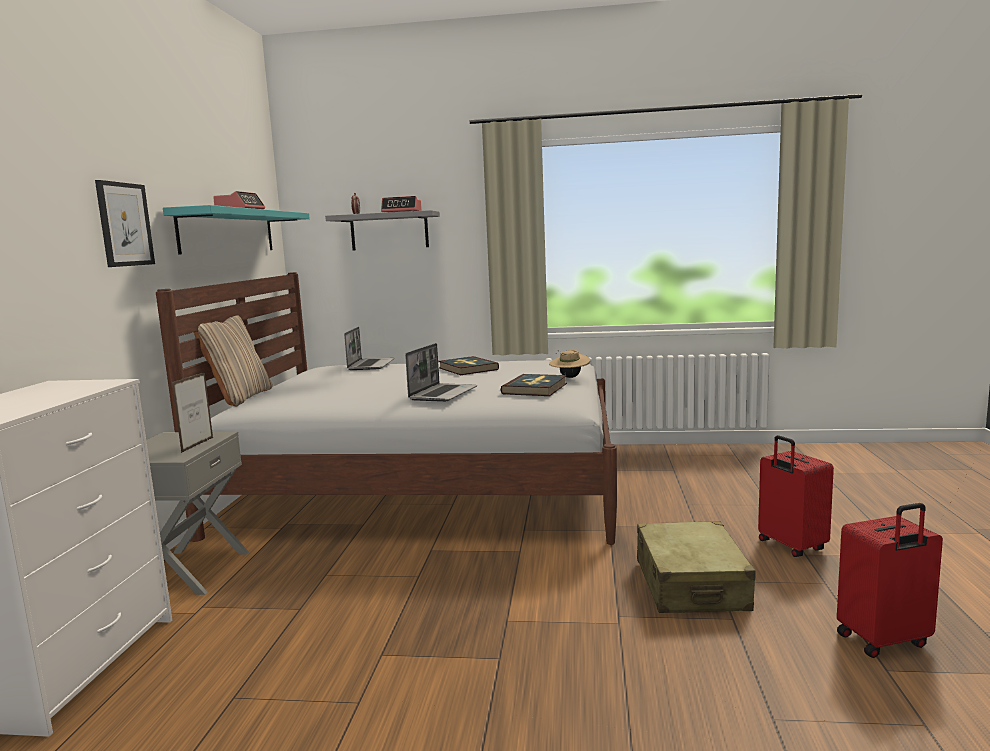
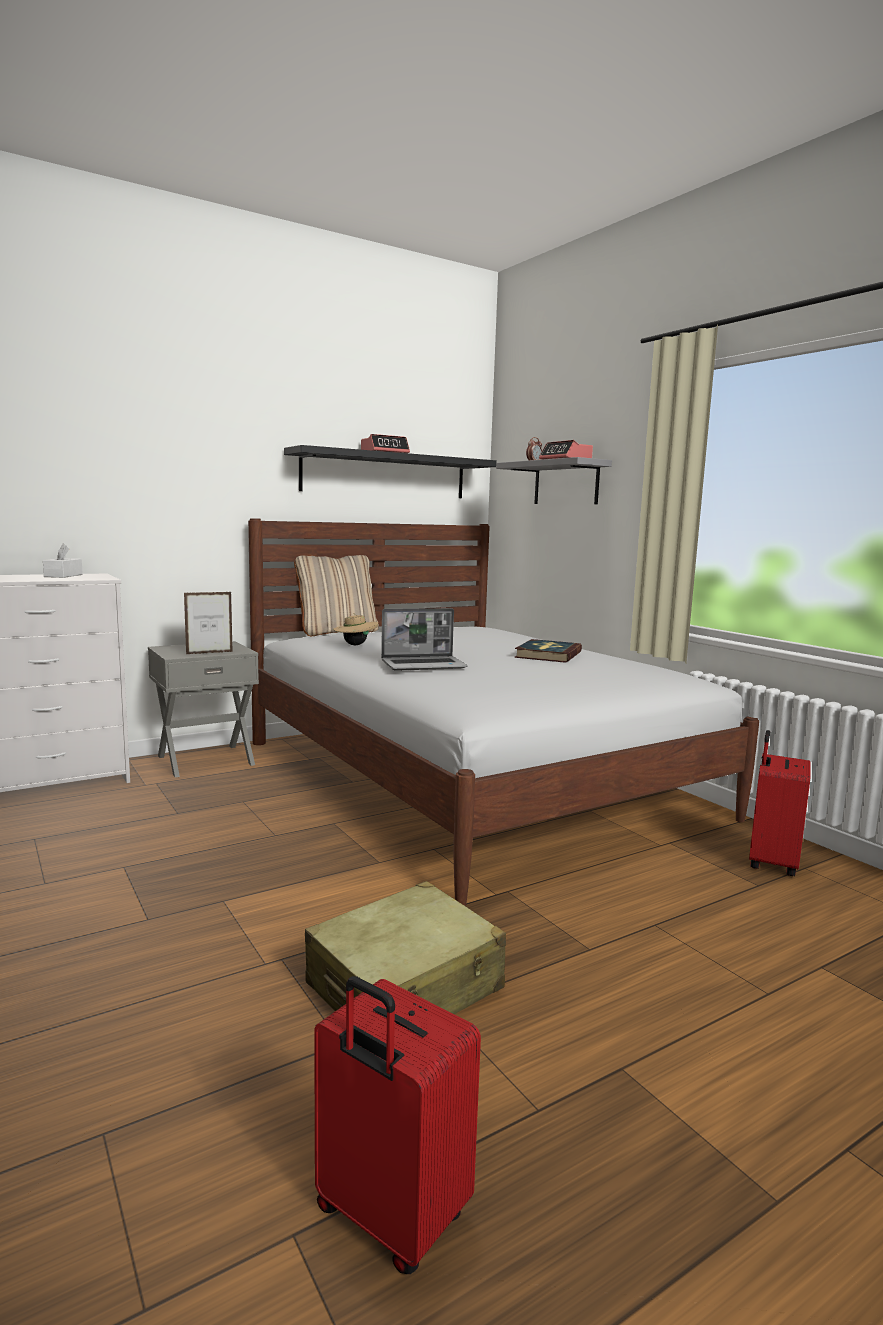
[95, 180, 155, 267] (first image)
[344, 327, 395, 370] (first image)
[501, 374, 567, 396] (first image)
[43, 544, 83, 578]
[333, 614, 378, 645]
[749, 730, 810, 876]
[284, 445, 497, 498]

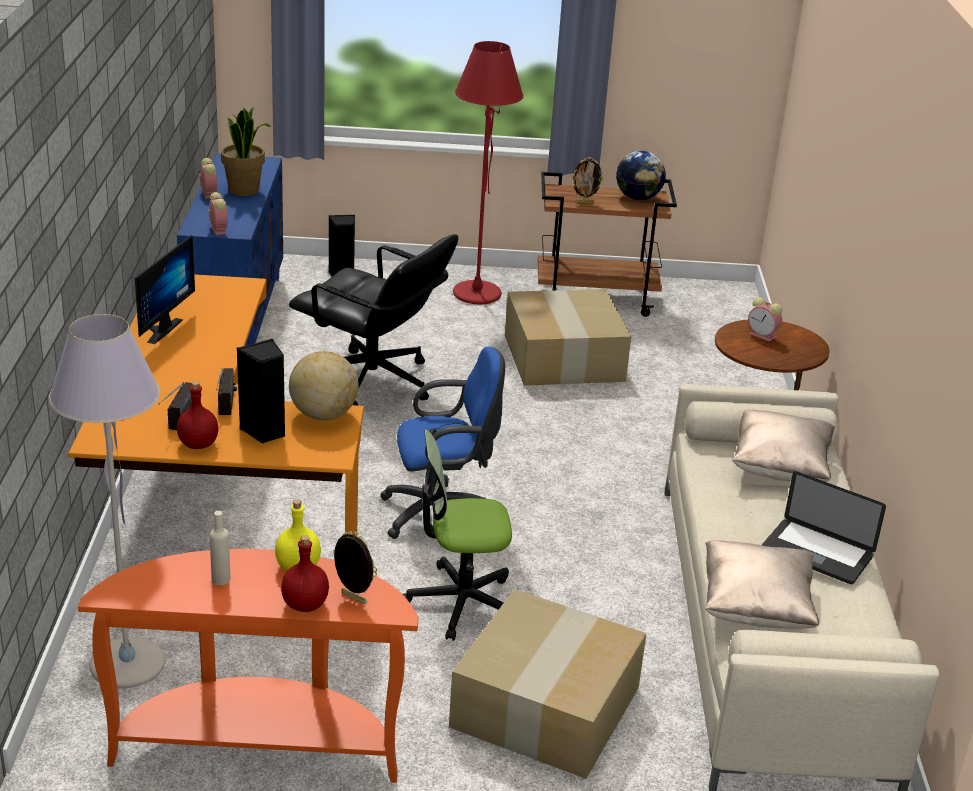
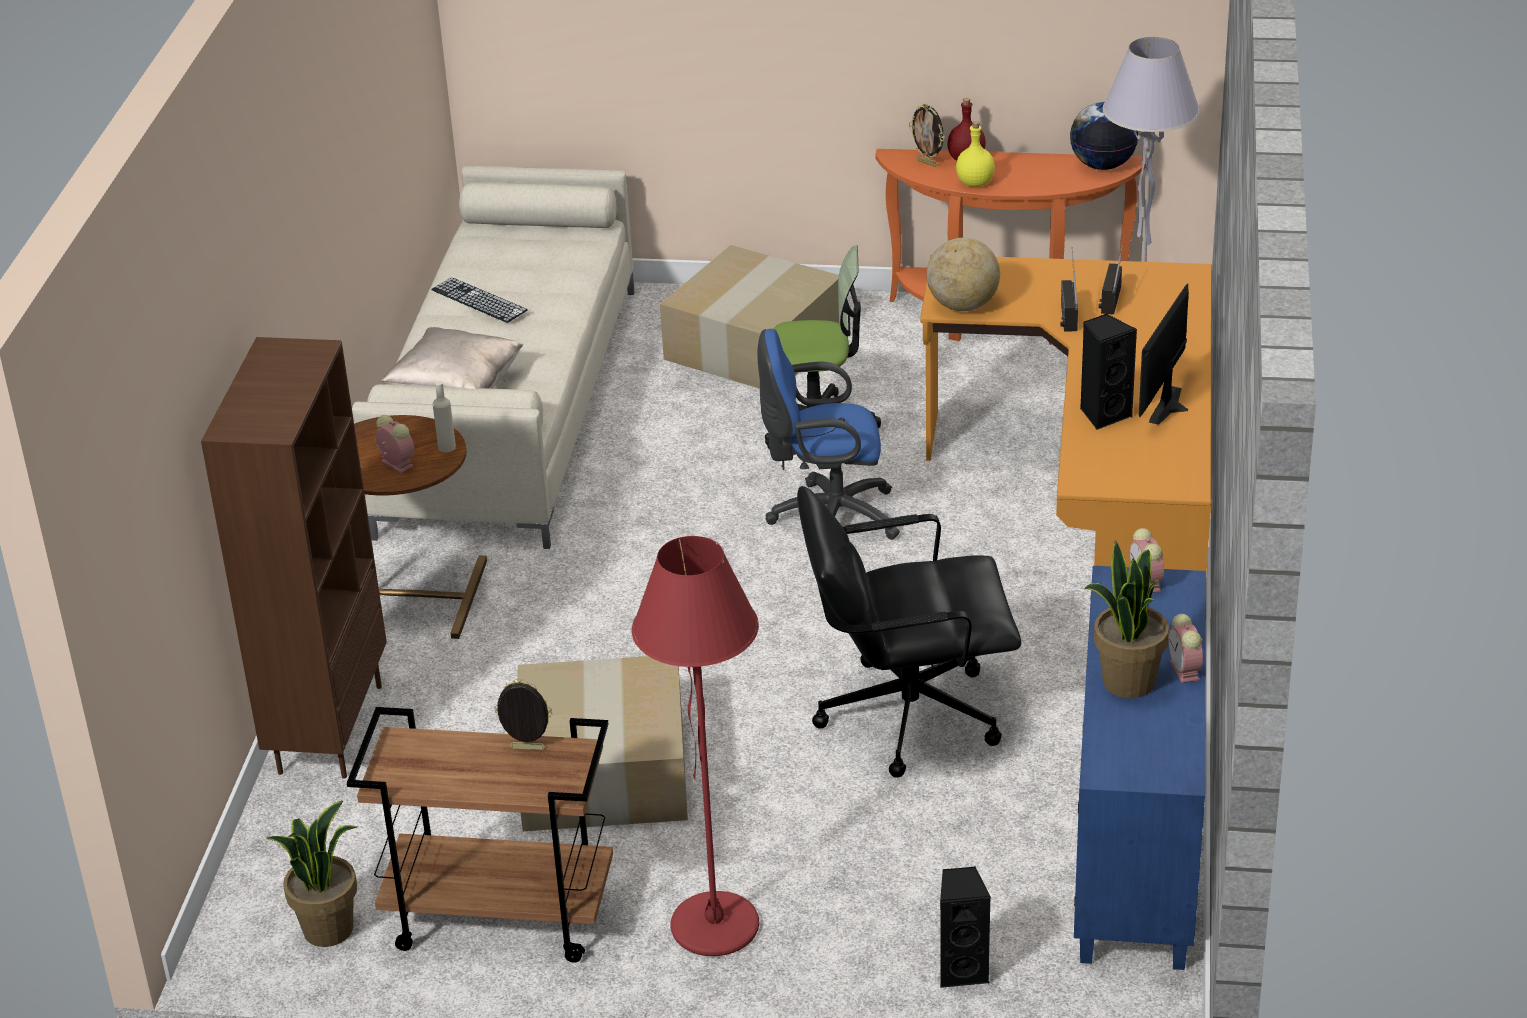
[177, 381, 219, 449] (first image)
[705, 540, 819, 629] (first image)
[201, 337, 387, 779]
[266, 801, 357, 947]
[433, 381, 456, 452]
[1080, 314, 1137, 430]
[1070, 102, 1138, 170]
[431, 277, 528, 323]
[797, 486, 1021, 778]

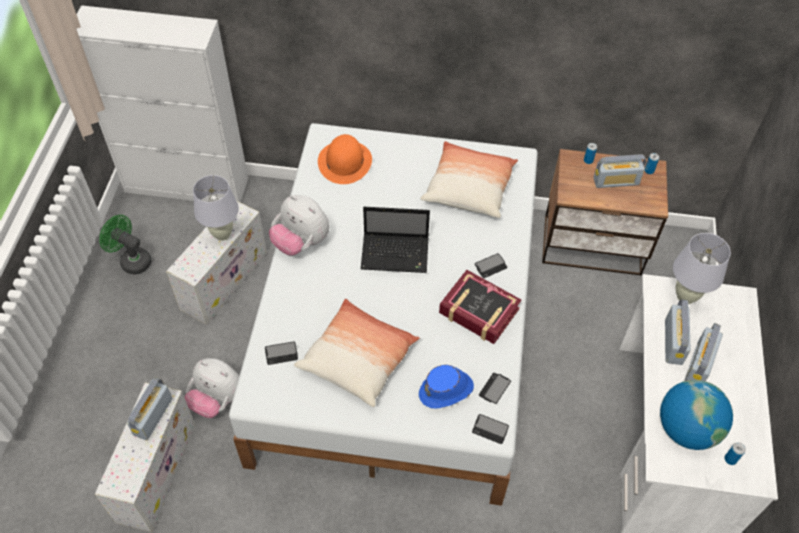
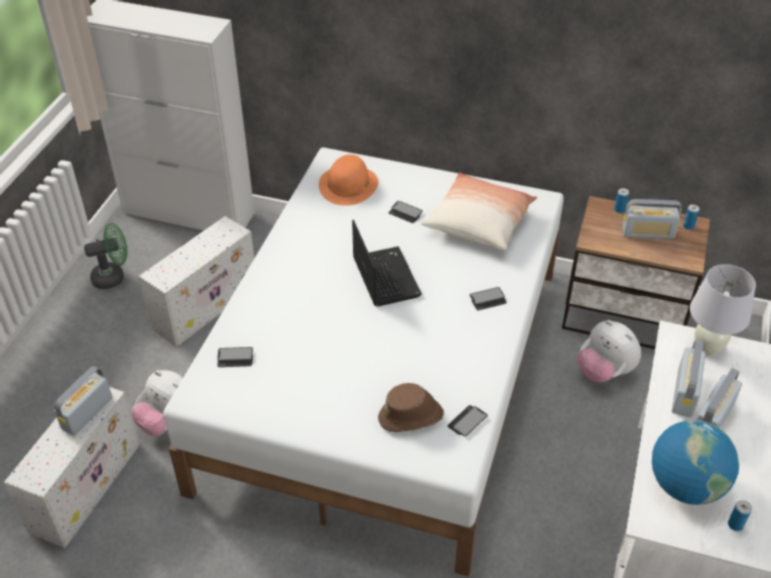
[193, 175, 239, 241] (first image)
[294, 299, 420, 407] (first image)
[439, 270, 521, 344] (first image)
[577, 320, 641, 382]
[389, 201, 423, 223]
[378, 383, 444, 432]
[84, 223, 128, 289]
[352, 220, 422, 306]

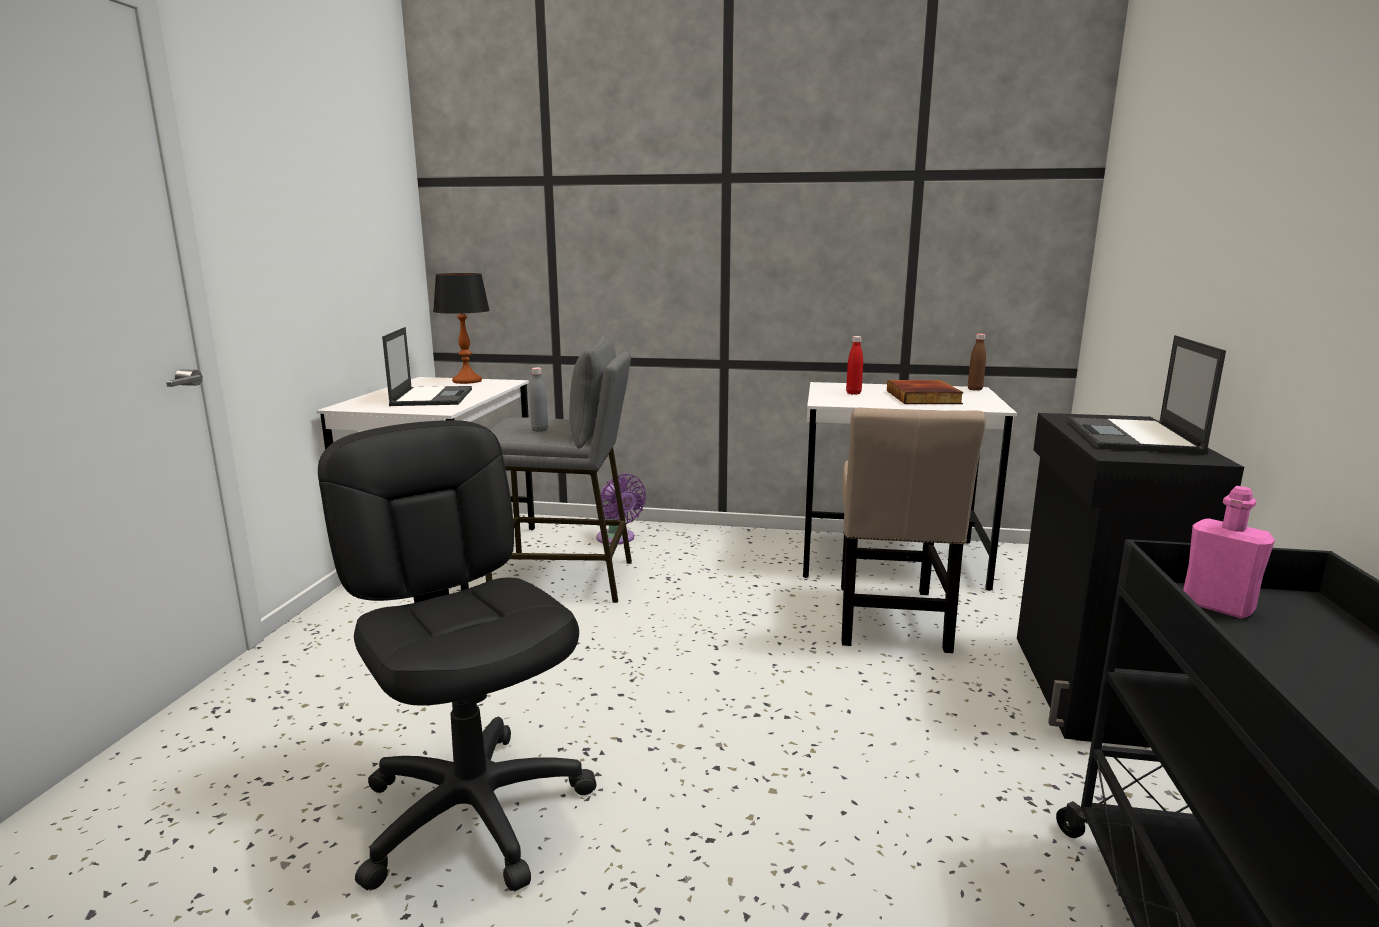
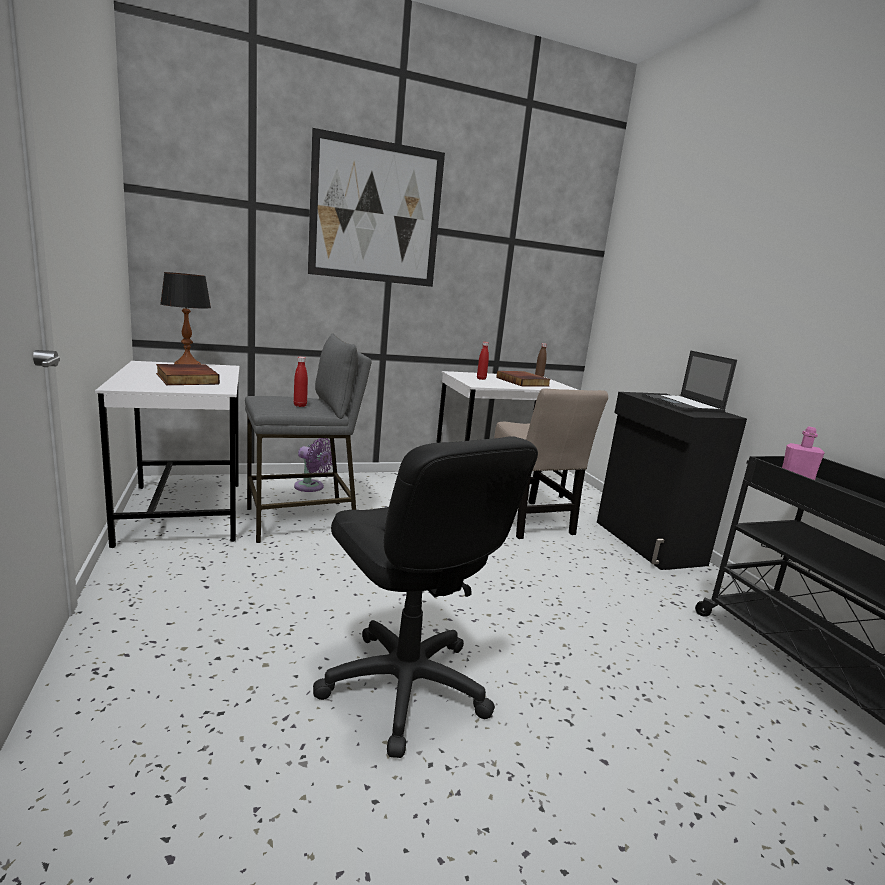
[308, 128, 445, 287]
[156, 364, 220, 385]
[294, 357, 308, 407]
[313, 436, 538, 758]

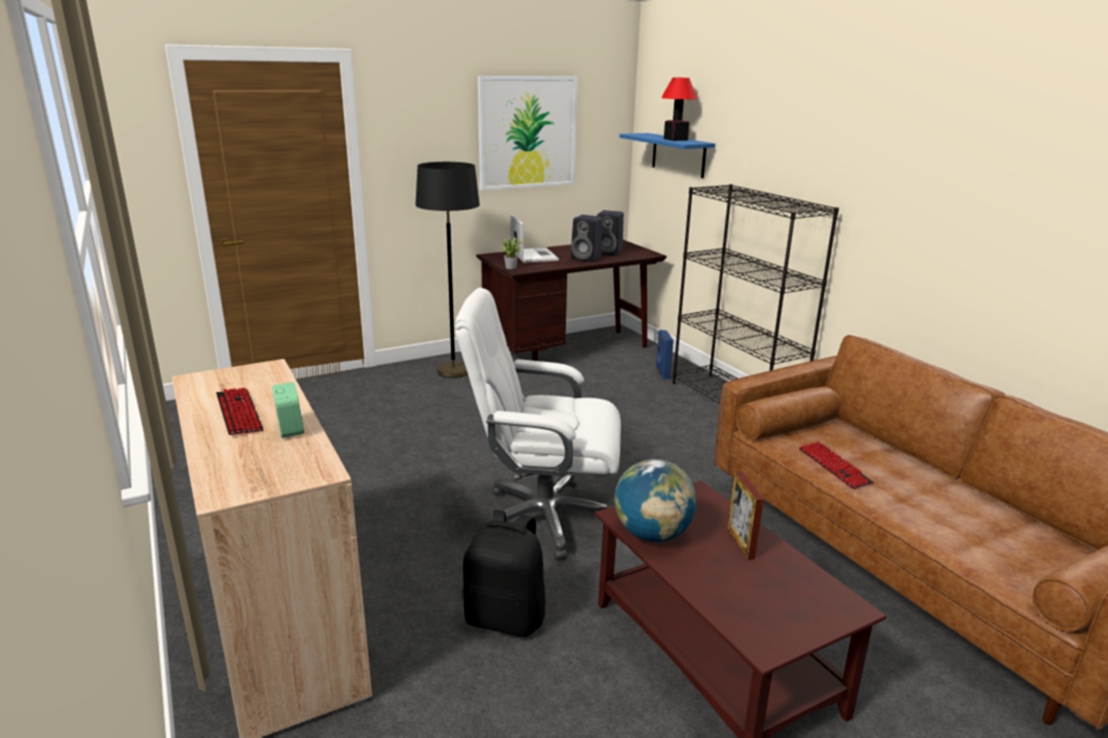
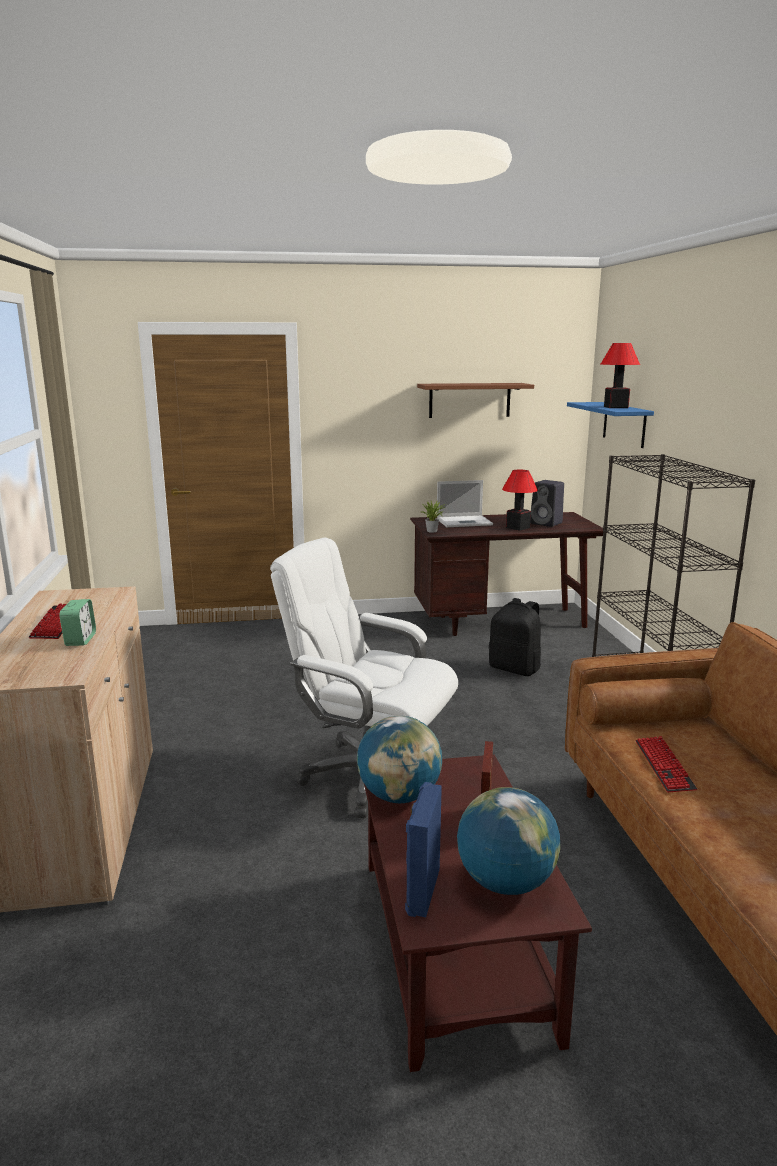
[415, 162, 480, 378] (first image)
[457, 787, 560, 895]
[489, 598, 541, 676]
[405, 782, 442, 917]
[417, 383, 534, 418]
[502, 470, 538, 531]
[437, 480, 493, 527]

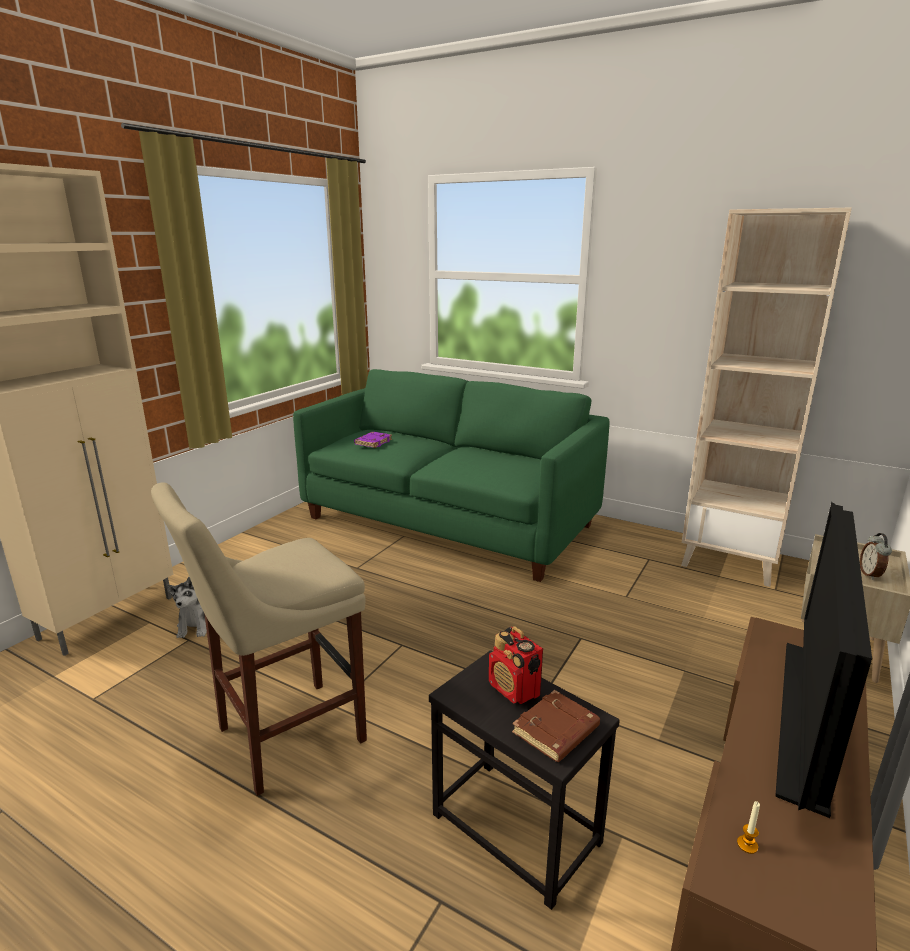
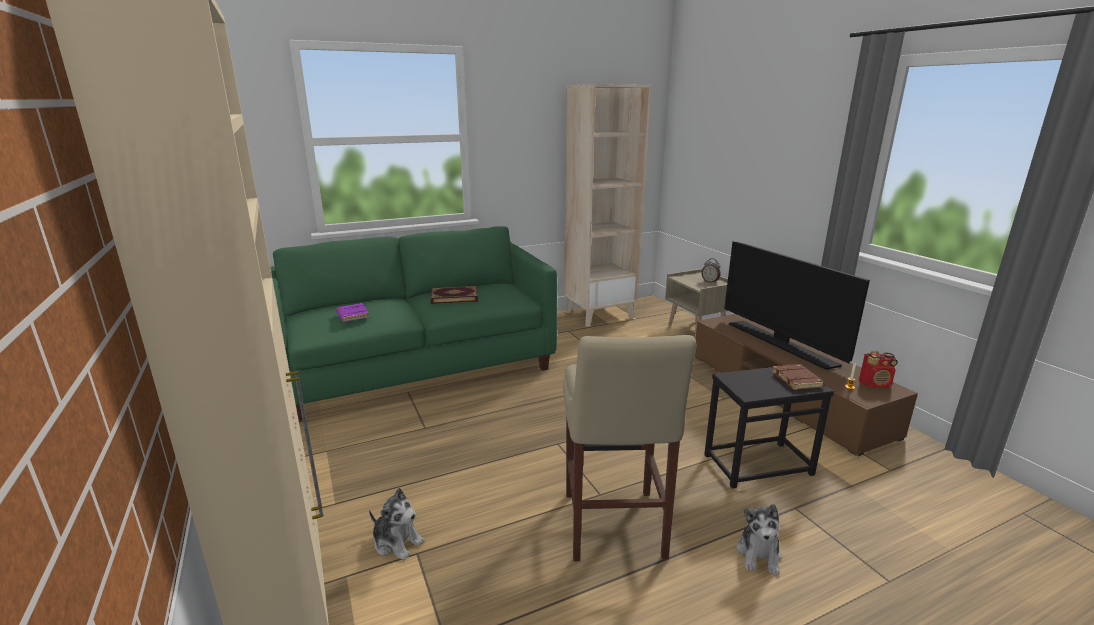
[430, 286, 478, 304]
[736, 504, 782, 575]
[859, 351, 898, 387]

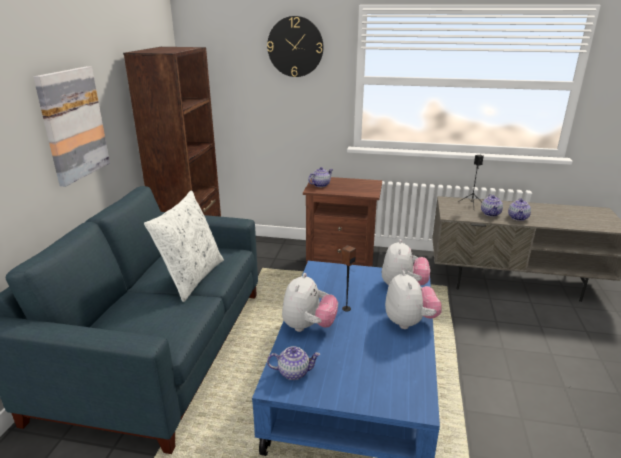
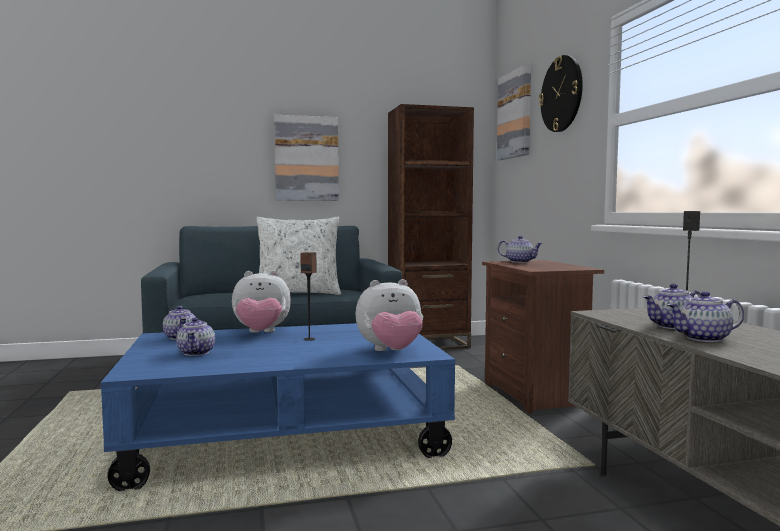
[385, 270, 442, 329] (first image)
[176, 317, 215, 356]
[497, 64, 531, 160]

